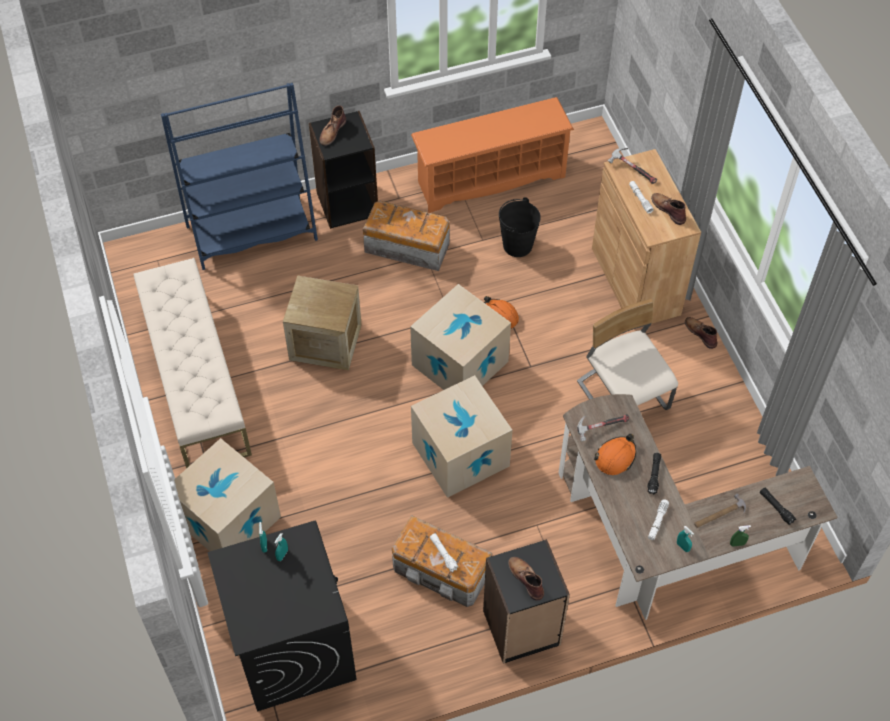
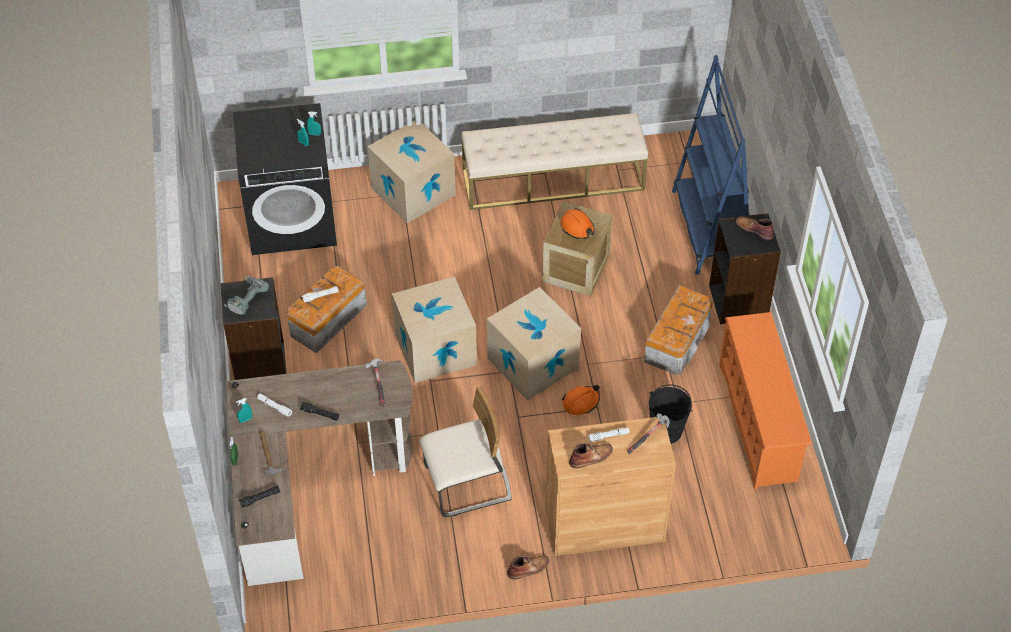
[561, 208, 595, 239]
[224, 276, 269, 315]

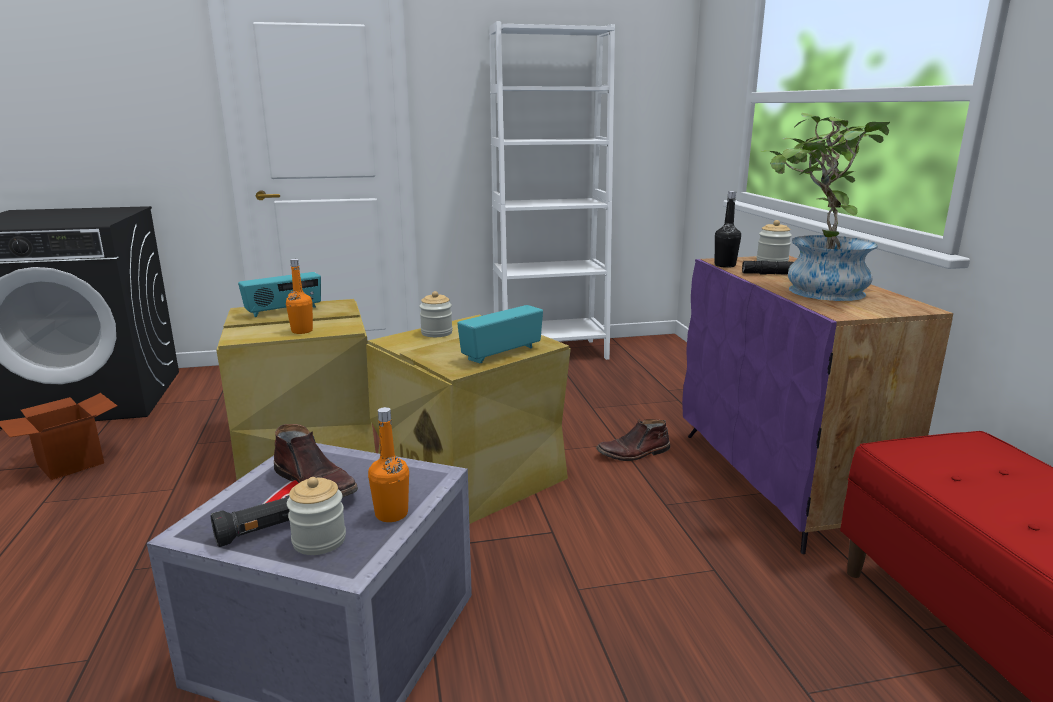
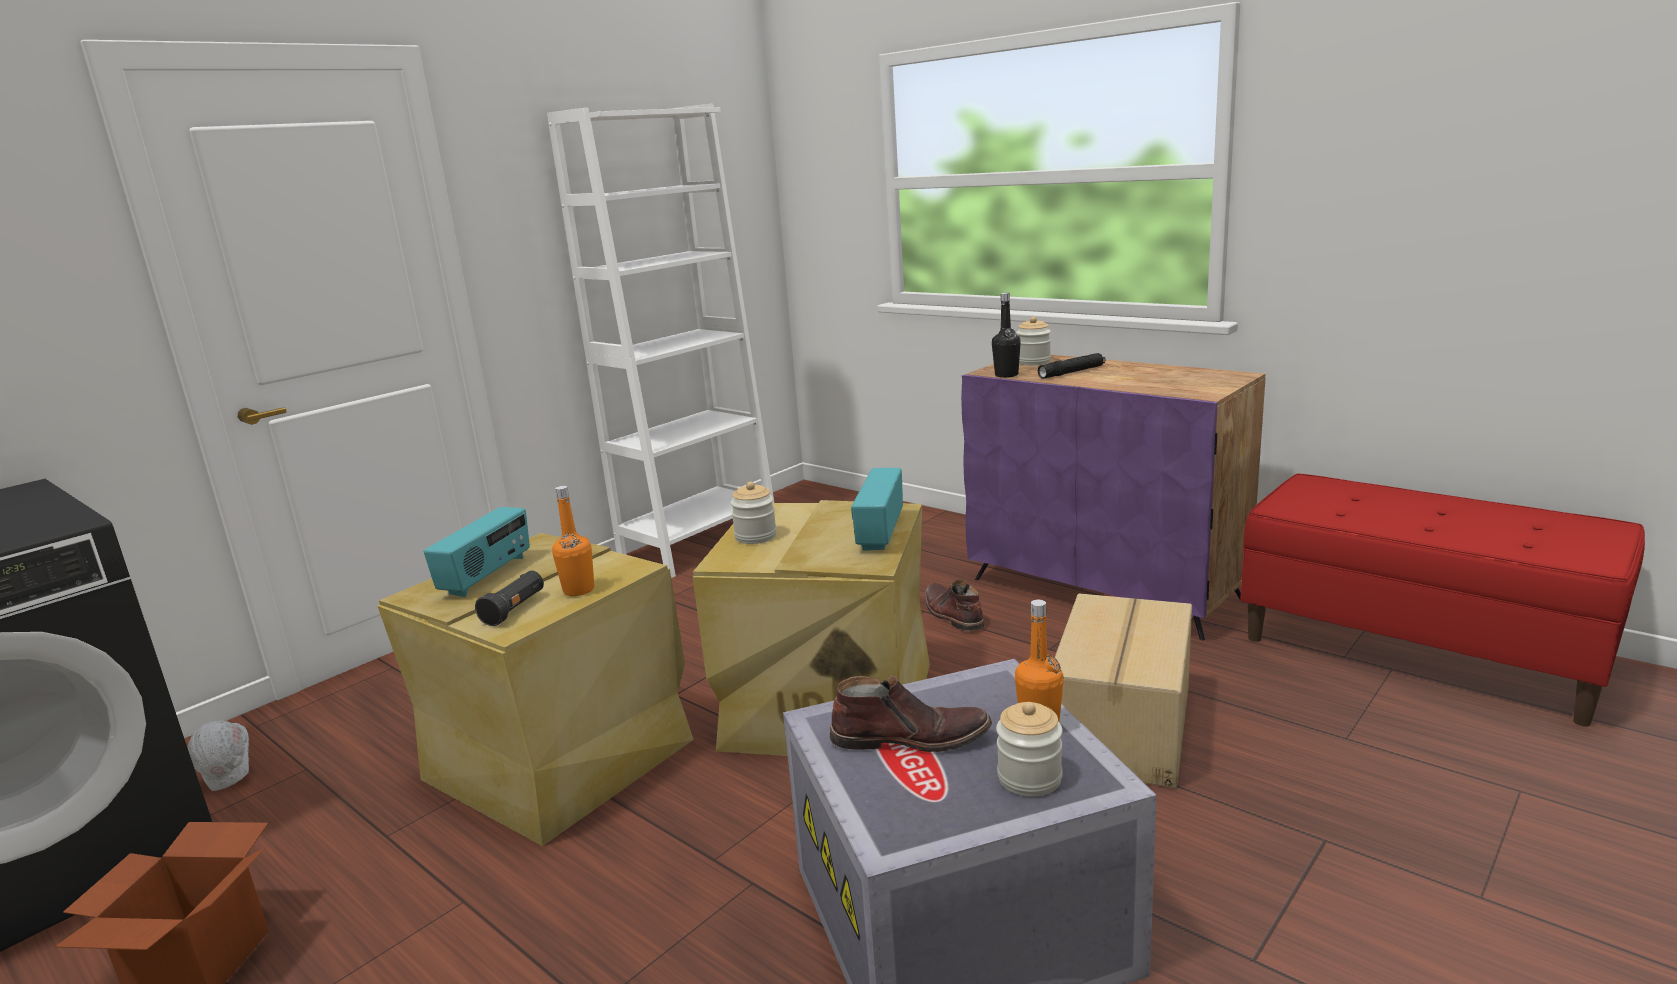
[761, 113, 890, 301] (first image)
[187, 721, 249, 791]
[1055, 594, 1192, 788]
[475, 571, 544, 626]
[925, 579, 984, 631]

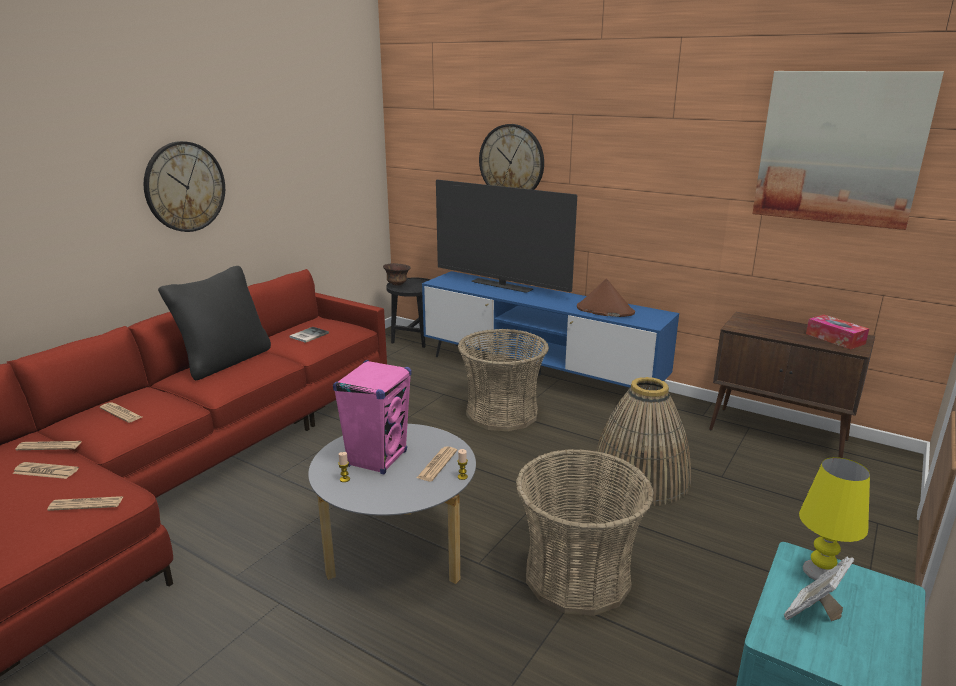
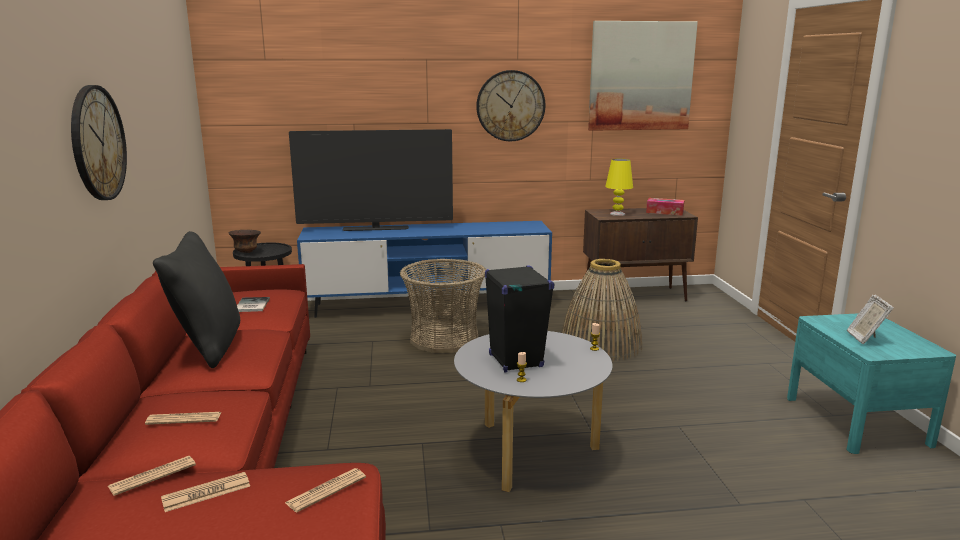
[417, 446, 457, 481] (first image)
[516, 449, 654, 616] (first image)
[577, 279, 635, 317] (first image)
[476, 70, 545, 141]
[605, 158, 633, 216]
[485, 265, 554, 373]

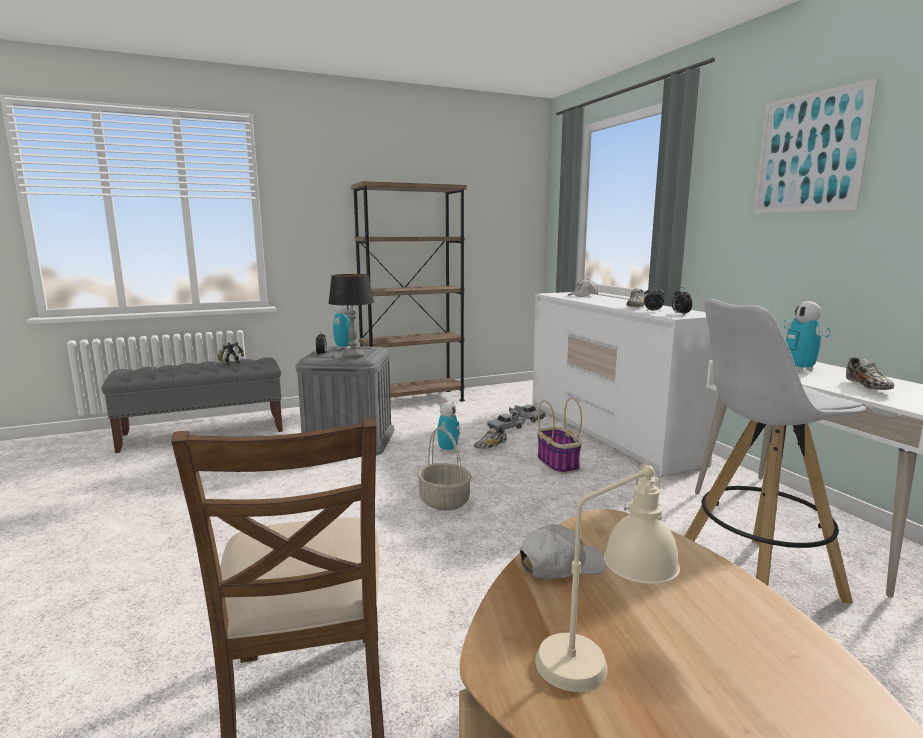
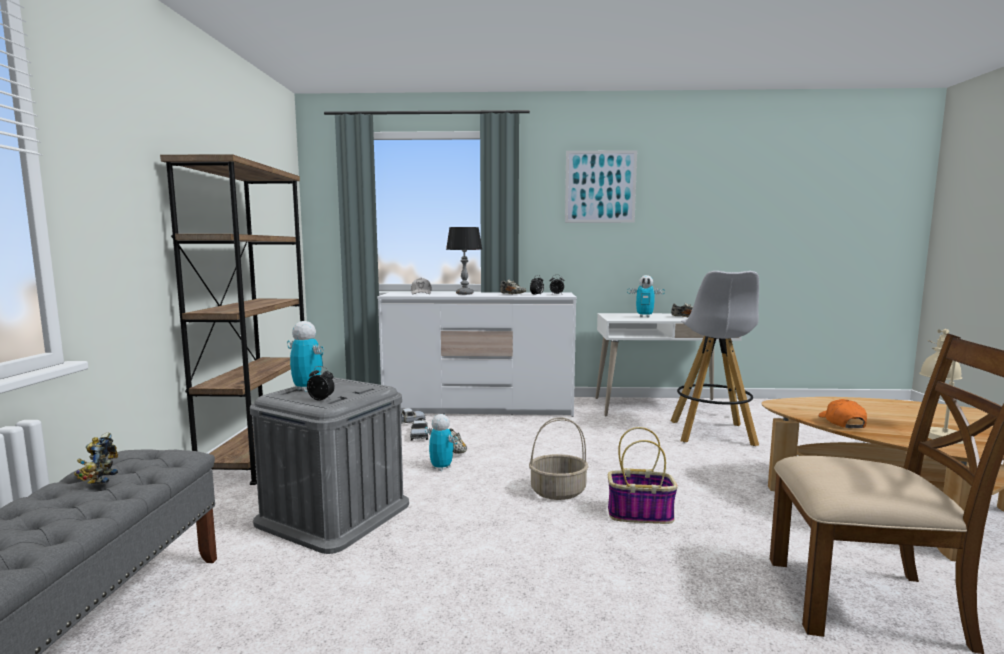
[446, 227, 482, 295]
[608, 427, 678, 524]
[819, 399, 867, 428]

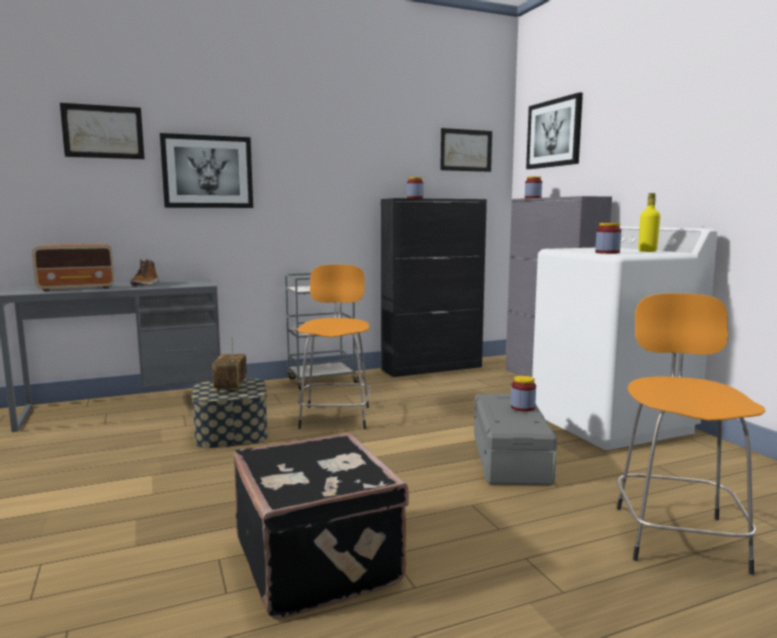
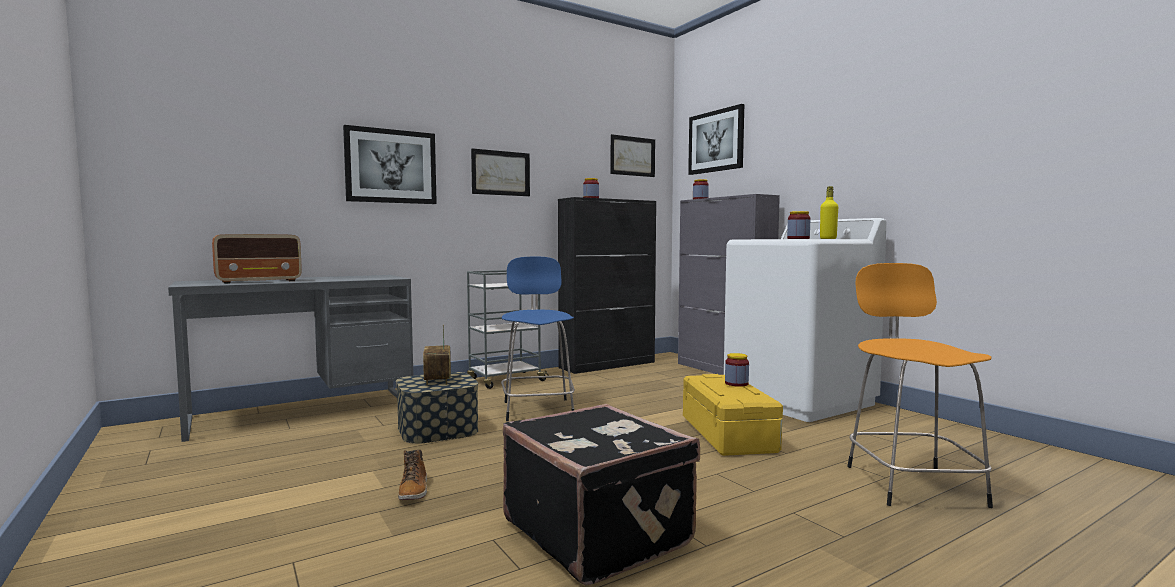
[471, 148, 530, 196]
[398, 450, 427, 500]
[501, 257, 575, 421]
[683, 374, 783, 456]

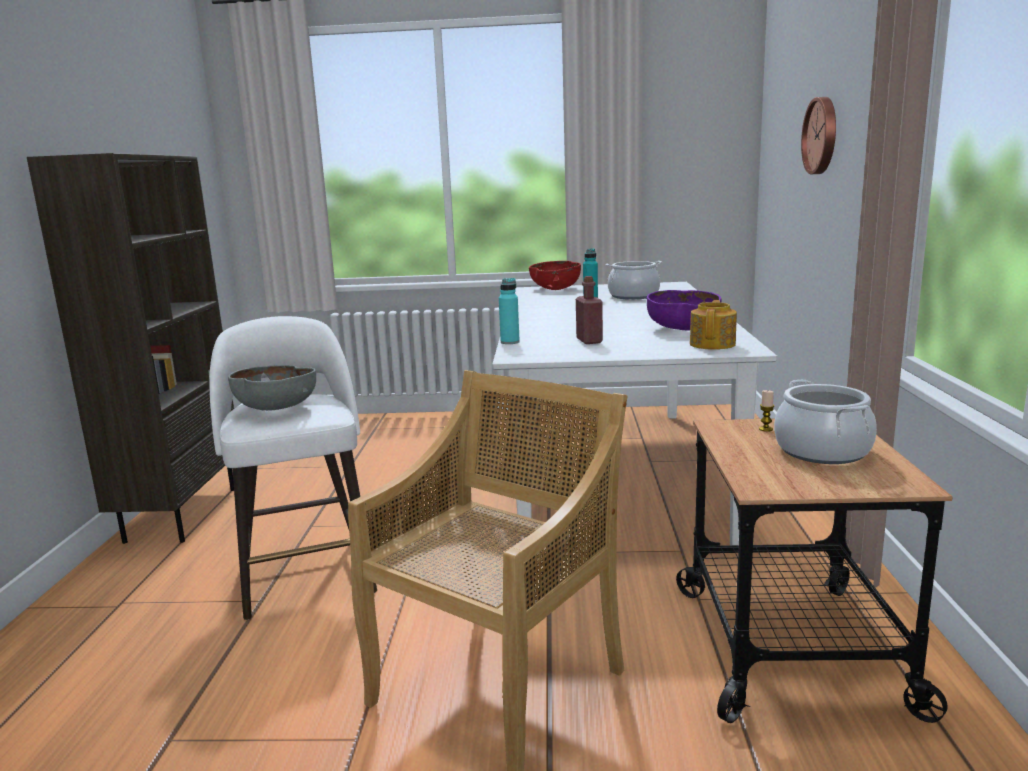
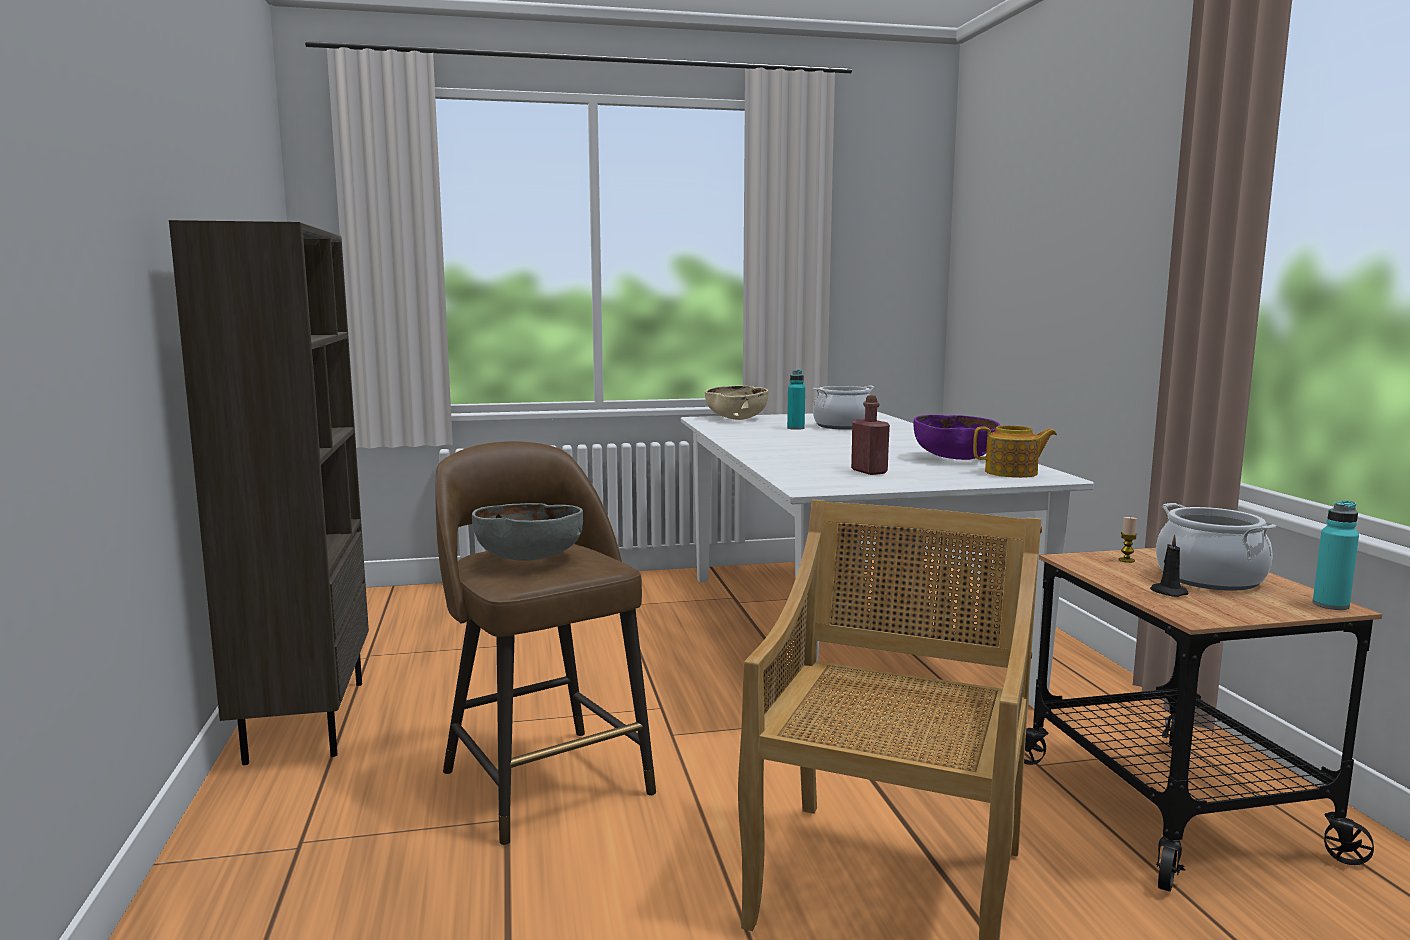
[801, 97, 836, 174] (first image)
[1150, 534, 1188, 597]
[1313, 501, 1359, 610]
[435, 441, 656, 845]
[705, 386, 768, 420]
[973, 425, 1057, 478]

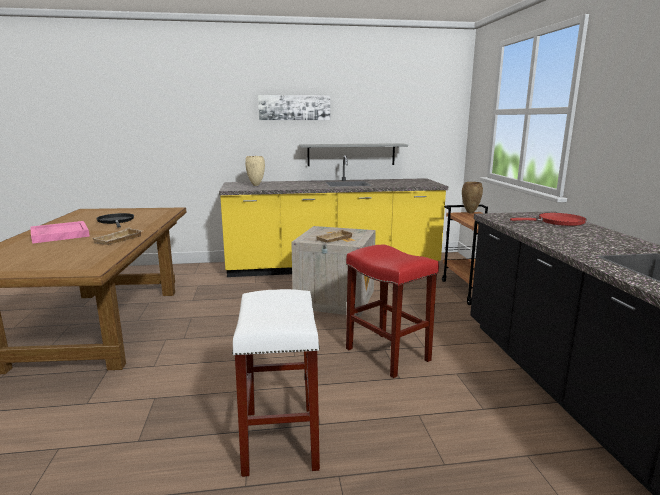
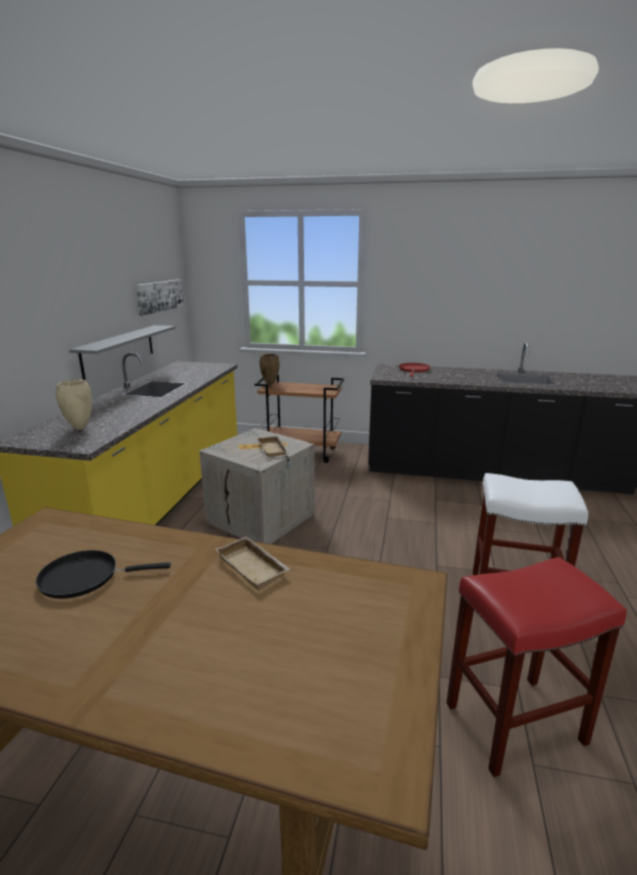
[30, 221, 90, 244] (first image)
[136, 279, 183, 316]
[446, 557, 627, 777]

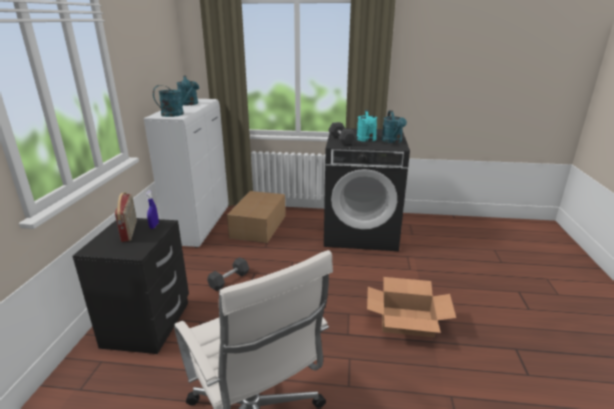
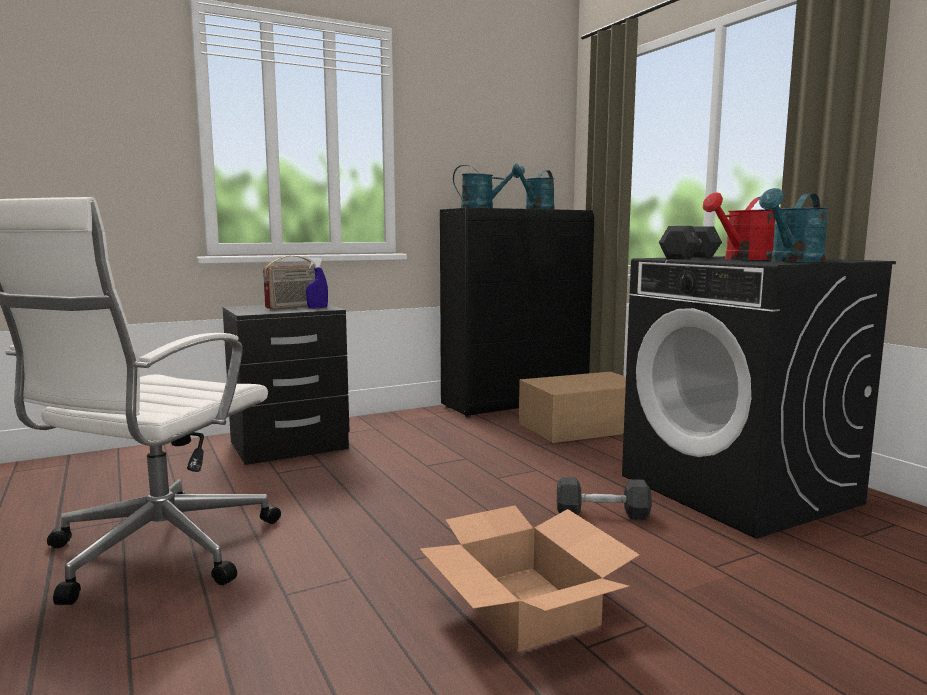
[557, 477, 652, 520]
[440, 208, 594, 418]
[703, 192, 776, 260]

